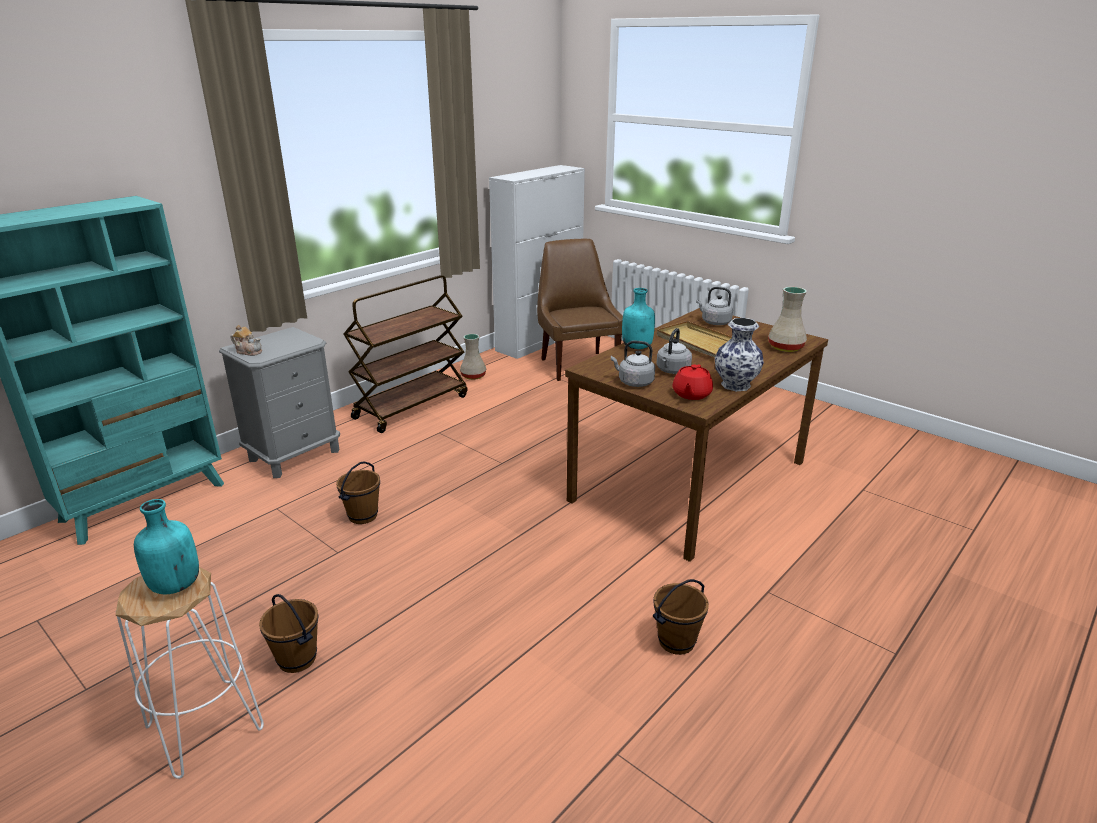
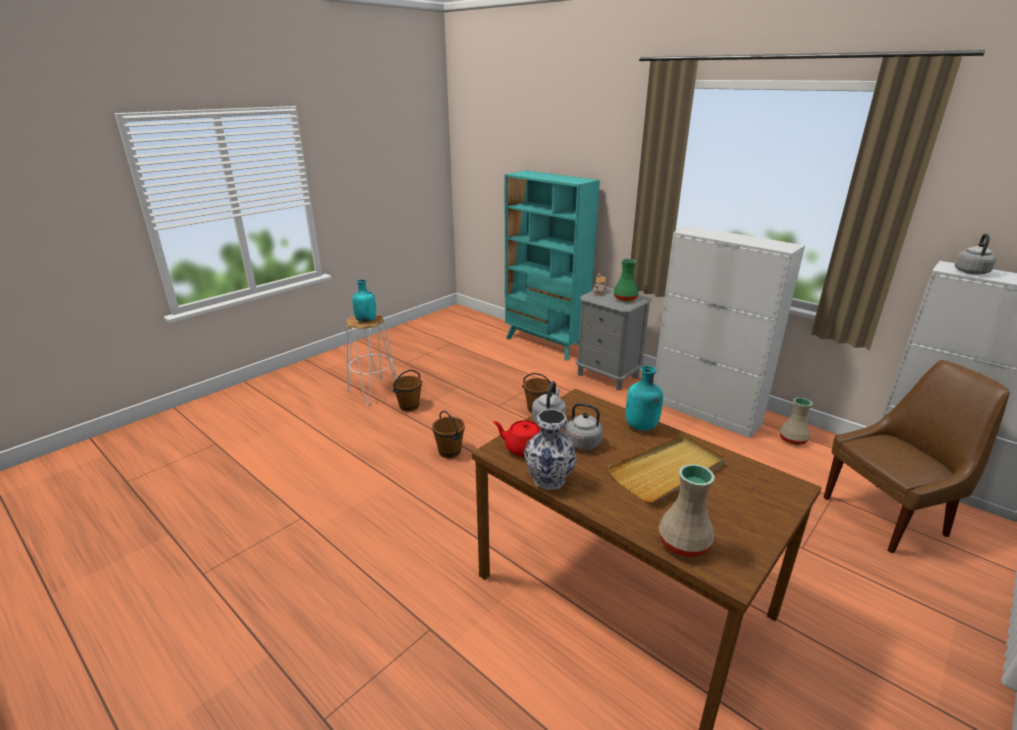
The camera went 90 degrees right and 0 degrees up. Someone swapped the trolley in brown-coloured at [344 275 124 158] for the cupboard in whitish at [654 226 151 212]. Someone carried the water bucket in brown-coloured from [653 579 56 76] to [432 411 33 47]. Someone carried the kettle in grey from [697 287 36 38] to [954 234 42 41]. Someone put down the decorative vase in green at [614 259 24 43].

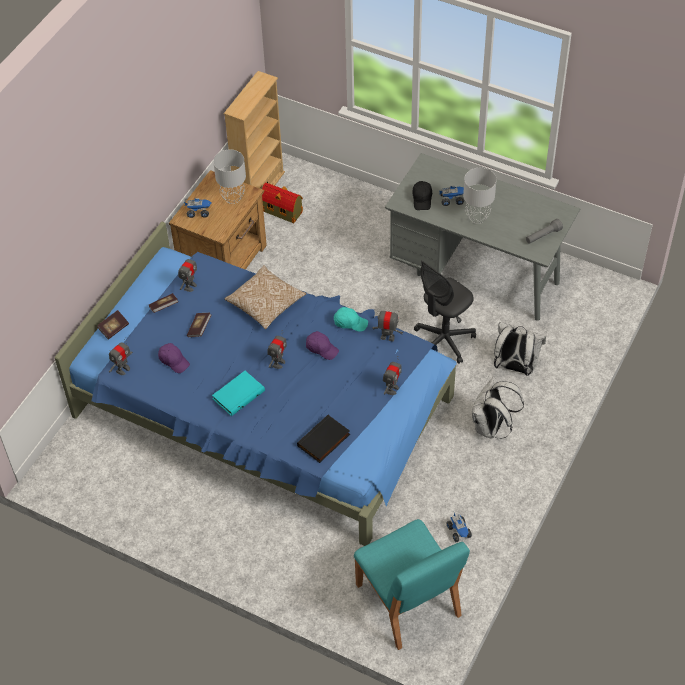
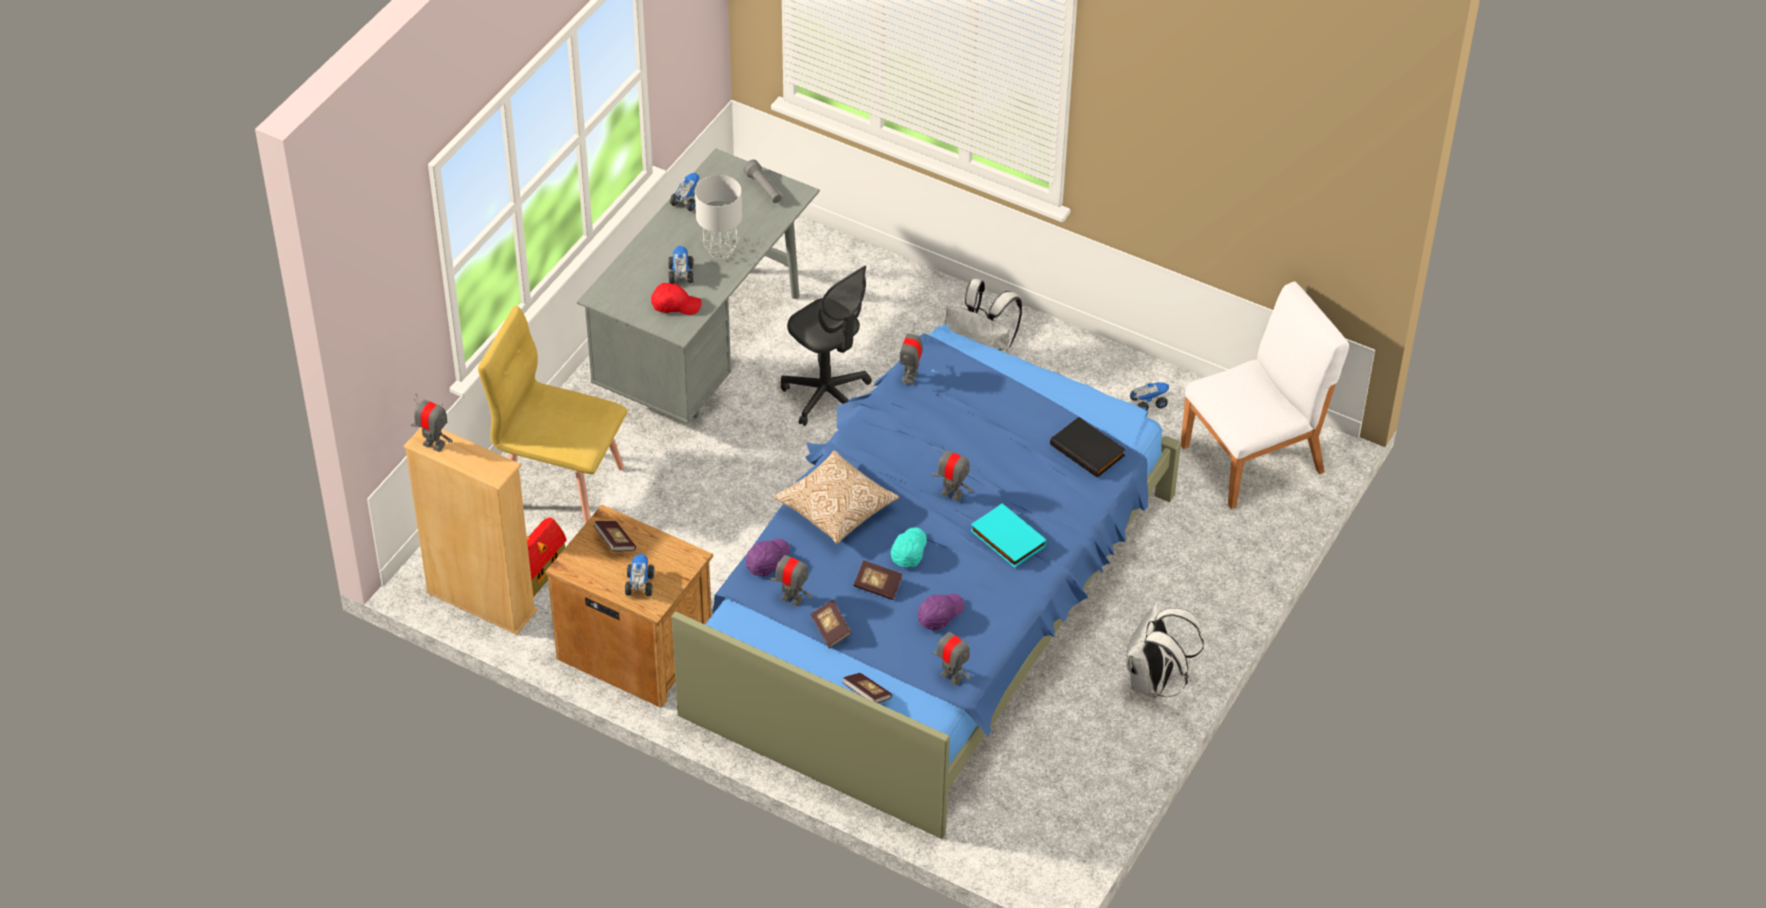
The camera went 90 degrees left and 5 degrees down. Someone swapped the table lamp in grey at [213 149 33 55] for the volume at [593 521 43 31]. Someone carried the peaked cap in purple from [306 331 33 29] to [746 539 44 38]. Someone carried the peaked cap in turquoise from [334 307 34 25] to [891 528 36 40]. Someone repainted the chair in turquoise at [354 519 116 131], which became the chair in whitish at [1181 281 168 228]. Someone carried the toy robot from [383 356 19 39] to [411 393 42 59]. Someone repainted the peaked cap in blackish at [413 181 19 29], which became the peaked cap in red at [651 283 51 32]. Someone carried the knapsack in whitish from [494 322 52 54] to [1126 602 78 96]. Someone put down the chair in yellow-coloured at [478 306 150 218]. Someone put down the model truck at [670 173 29 38].

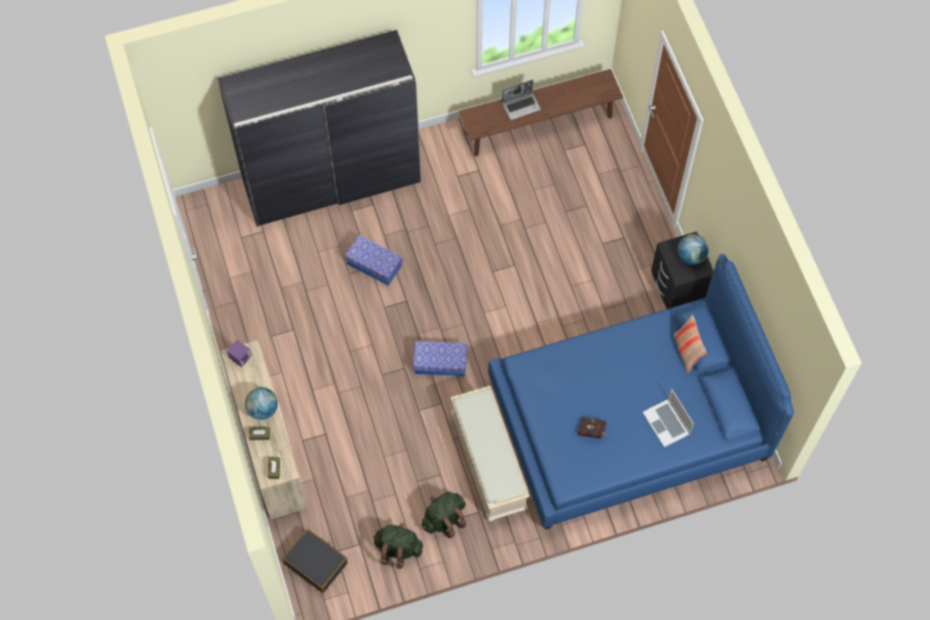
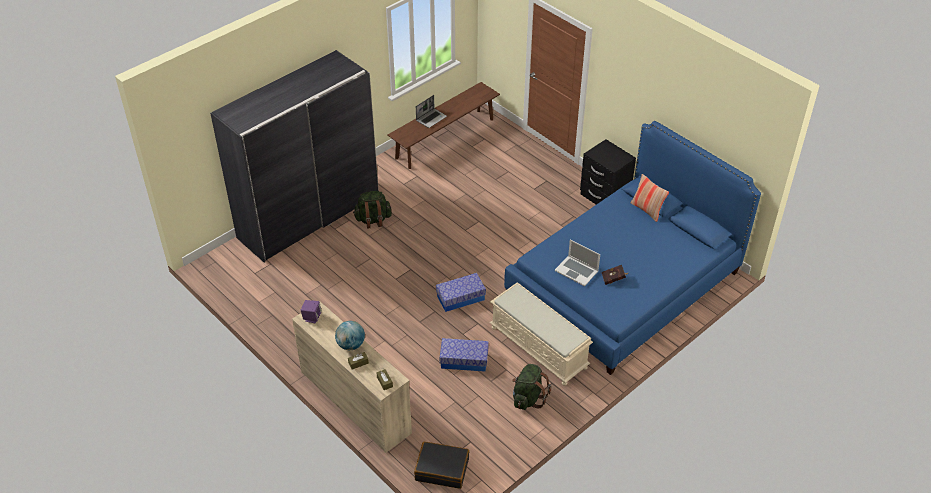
The camera went 25 degrees left and 20 degrees down. Someone carried the storage bin from [345 235 58 51] to [440 338 49 34]. Someone carried the knapsack in green from [373 523 50 46] to [353 191 39 38]. Someone carried the notebook computer from [642 389 52 58] to [555 239 45 47]. Someone took away the world globe at [678 234 31 31].

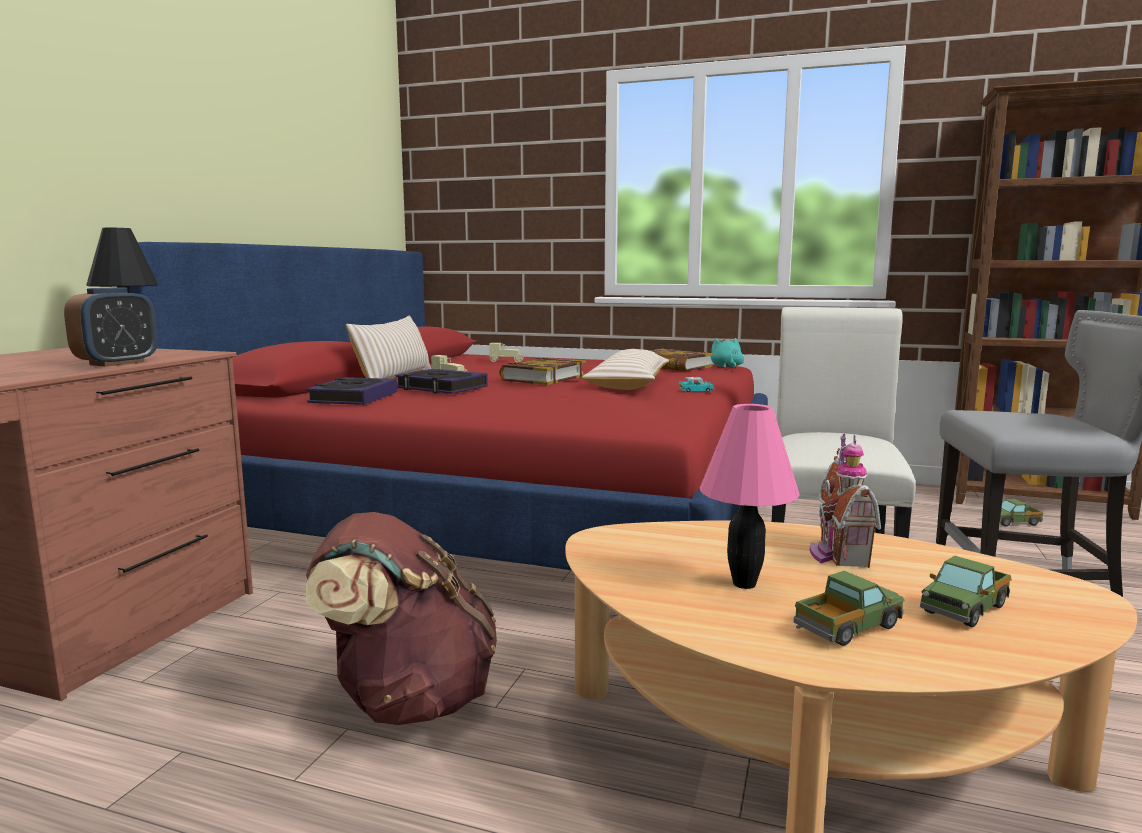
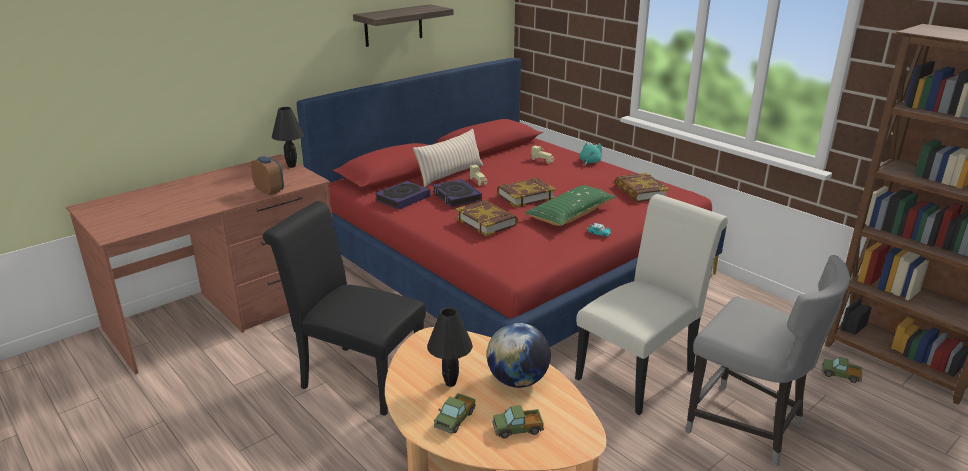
The camera went 30 degrees right and 15 degrees up. Someone rotated the table clock at [64 287 94 80] by 105 degrees counterclockwise. Someone swapped the knapsack in brown-coloured at [306 512 191 213] for the chair in blackish at [263 201 163 215]. Someone repainted the throw pillow in sand-coloured at [582 349 87 41], which became the throw pillow in green at [524 185 92 41]. Someone repainted the table lamp in pink at [700 404 100 185], which became the table lamp in blackish at [427 307 46 80]. Someone carried the cuddly toy in turquoise from [711 338 33 30] to [579 141 23 25]. Someone rotated the model truck at [794 571 111 75] by 120 degrees clockwise. Someone swapped the toy house at [810 434 71 134] for the world globe at [487 323 64 65]. Someone put up the wall shelf at [353 4 101 43]. Someone put down the volume at [455 200 63 36].

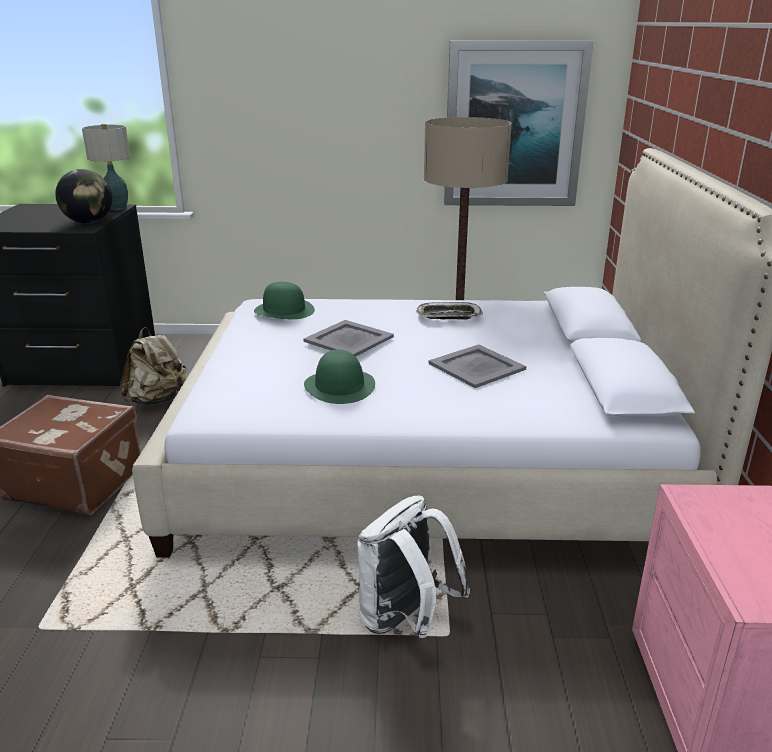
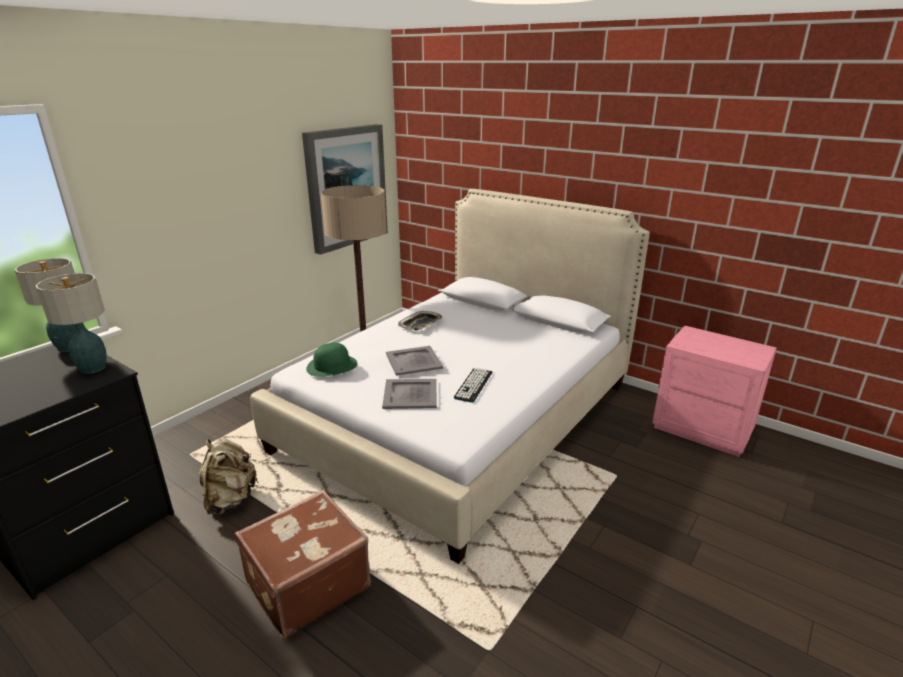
The camera went 55 degrees left and 0 degrees up. Someone swapped the world globe at [55 169 57 54] for the table lamp at [36 273 71 101]. Someone swapped the wearable hat in green at [304 350 71 54] for the computer keyboard at [454 368 38 35]. Someone took away the knapsack in whitish at [358 496 112 142]. Someone carried the carrying tray in grey from [428 344 98 44] to [382 379 55 30].

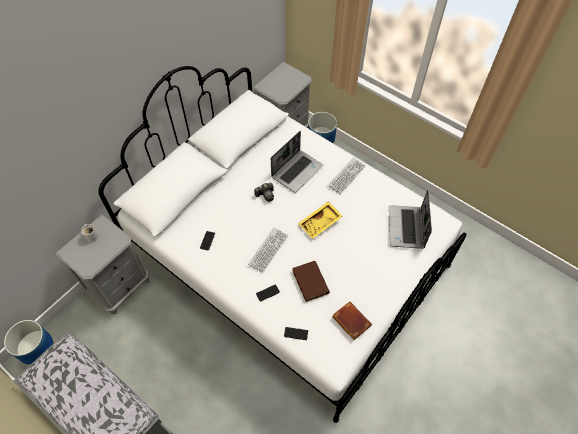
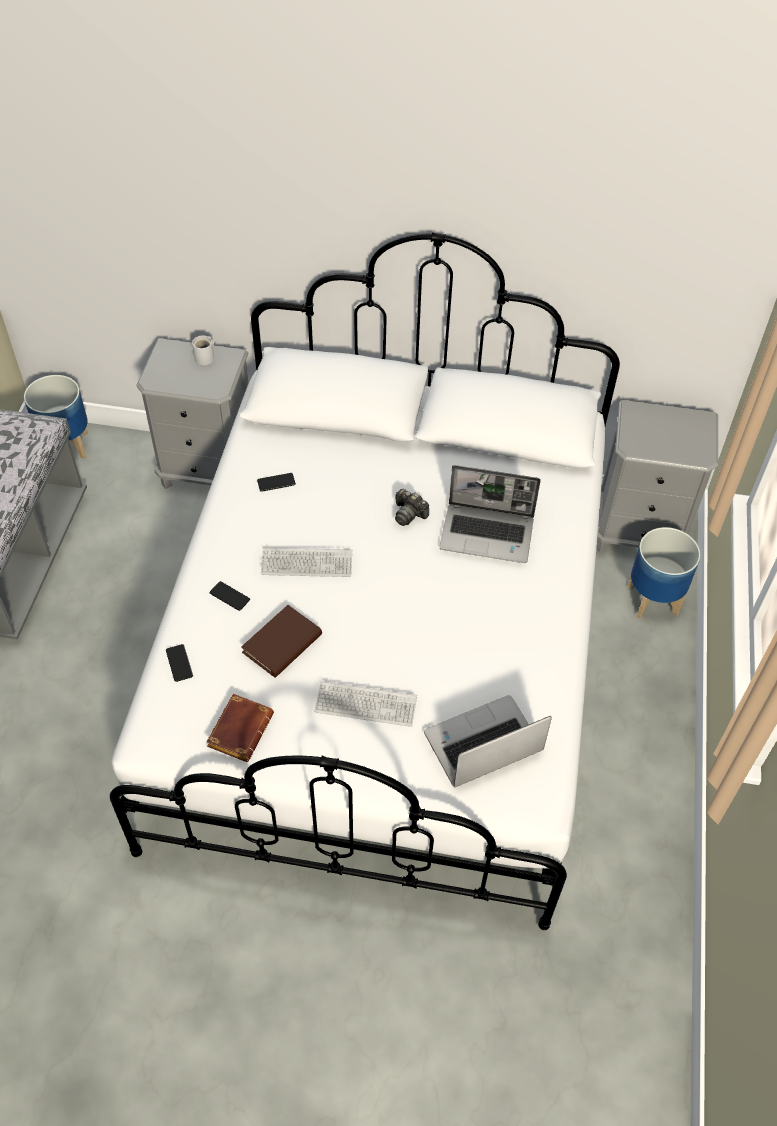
The camera went 60 degrees right and 5 degrees down. Someone took away the carrying tray in yellow-coloured at [298 202 45 37]. Someone carried the computer keyboard from [327 157 39 38] to [315 681 102 46].

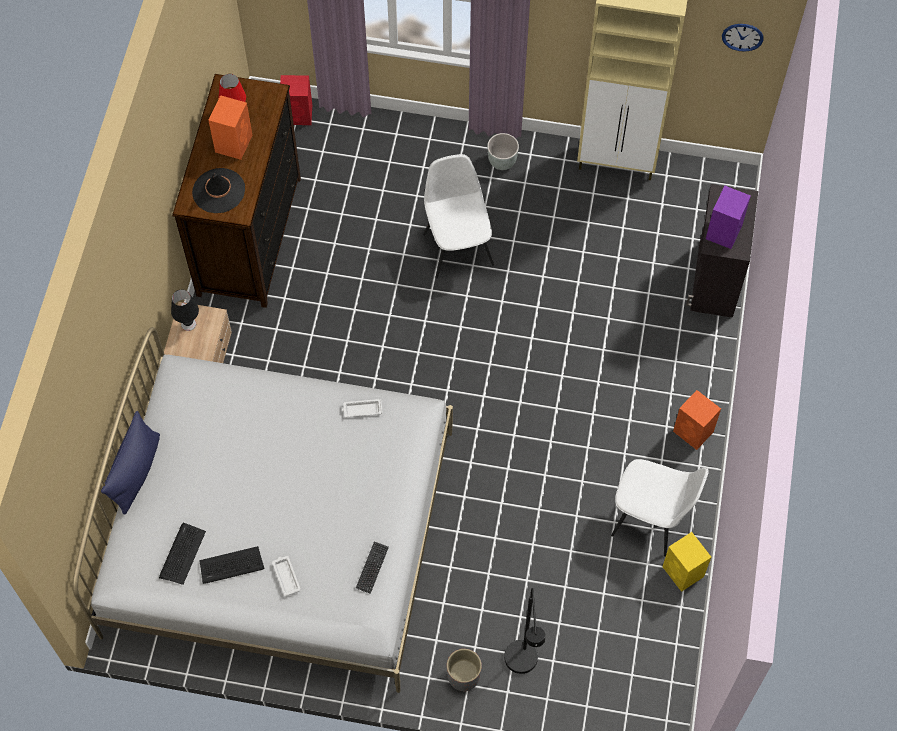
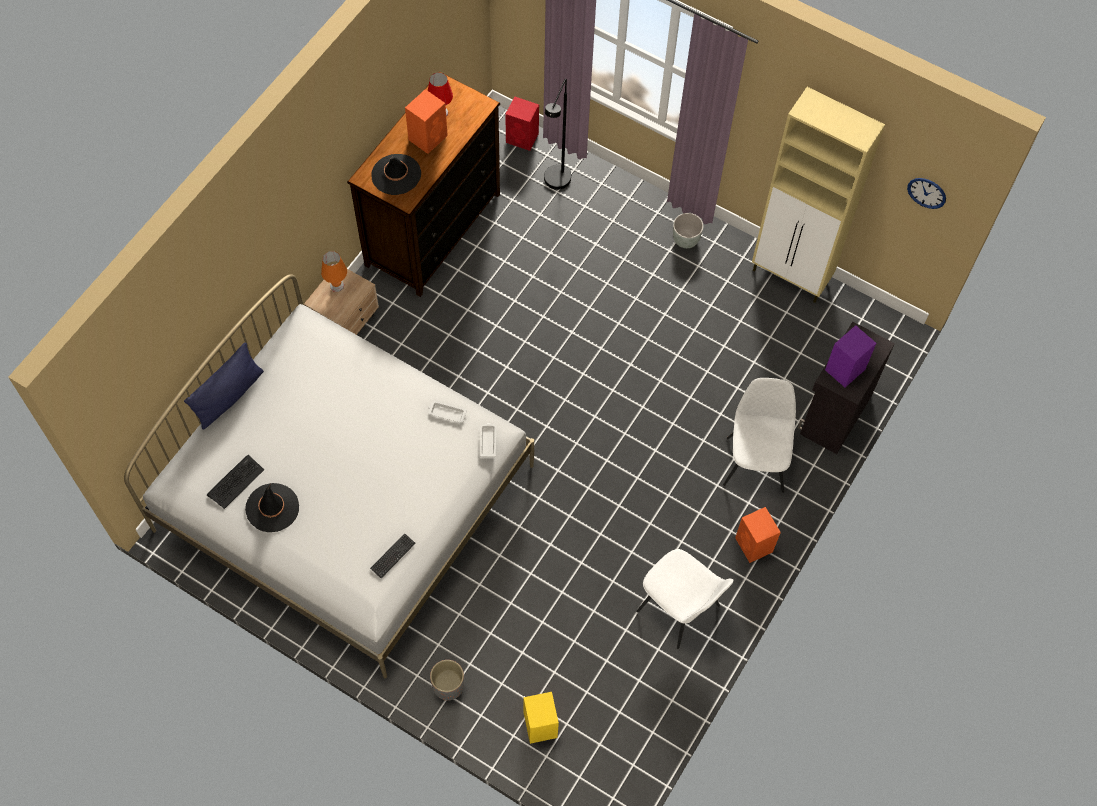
The camera went 20 degrees right and 0 degrees up. Someone repainted the table lamp in blackish at [171 289 28 42], which became the table lamp in orange-coloured at [321 251 26 41]. Someone swapped the computer keyboard at [199 546 66 38] for the wearable hat in blackish at [245 483 54 49]. Someone carried the carrying tray in whitish from [272 556 29 40] to [480 423 16 34]. Someone carried the chair in whitish from [423 154 71 125] to [723 378 73 115]. Someone carried the floor lamp in blackish from [504 588 41 86] to [544 79 27 111]. Someone carried the loudspeaker in yellow-coloured from [663 532 48 60] to [524 692 35 52].

